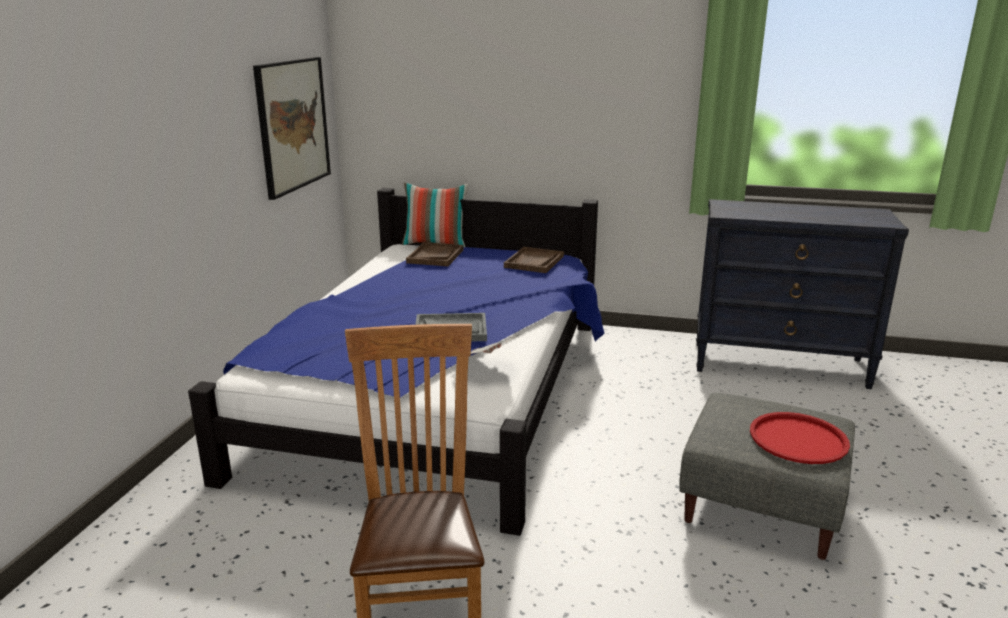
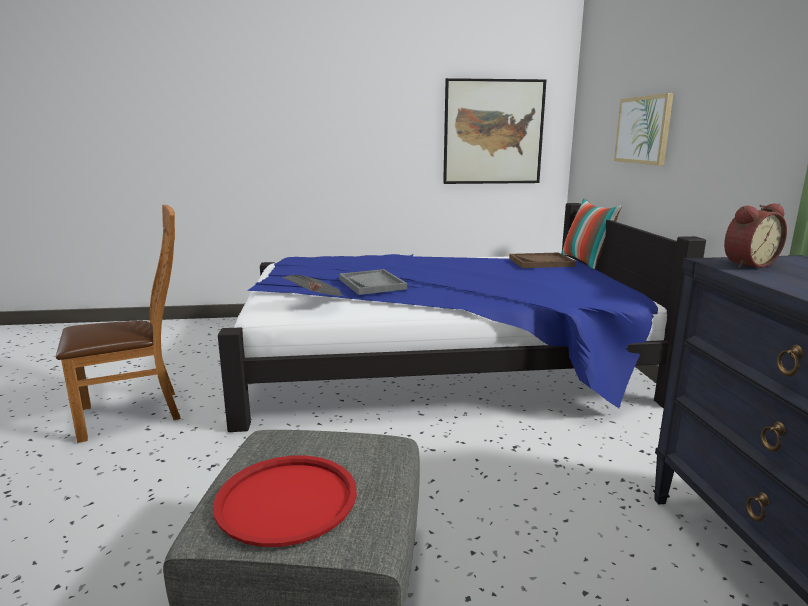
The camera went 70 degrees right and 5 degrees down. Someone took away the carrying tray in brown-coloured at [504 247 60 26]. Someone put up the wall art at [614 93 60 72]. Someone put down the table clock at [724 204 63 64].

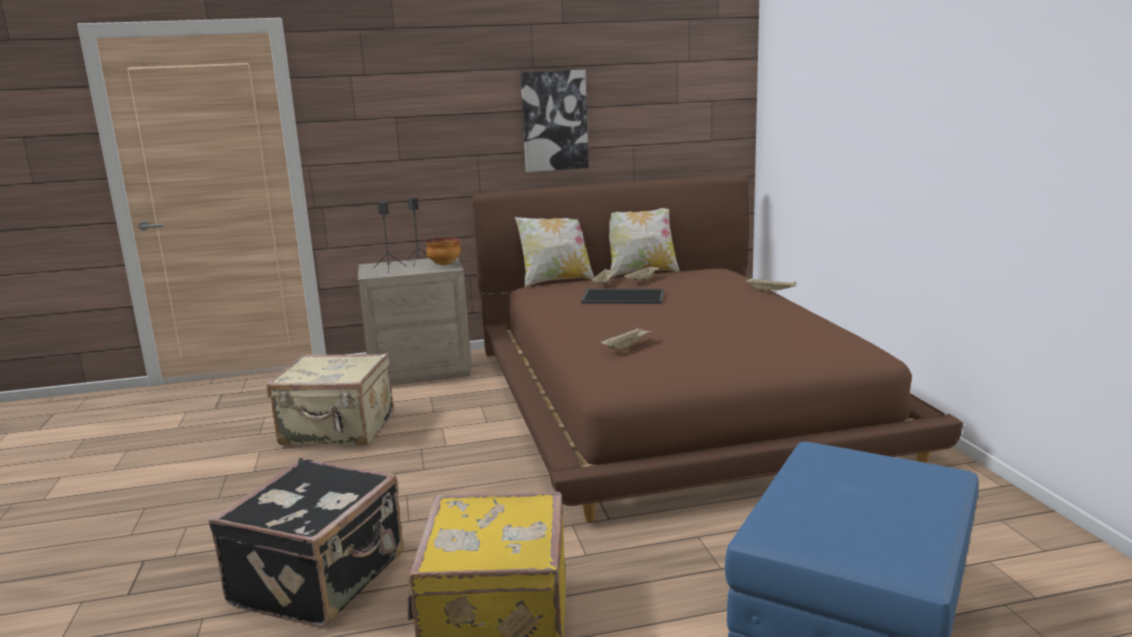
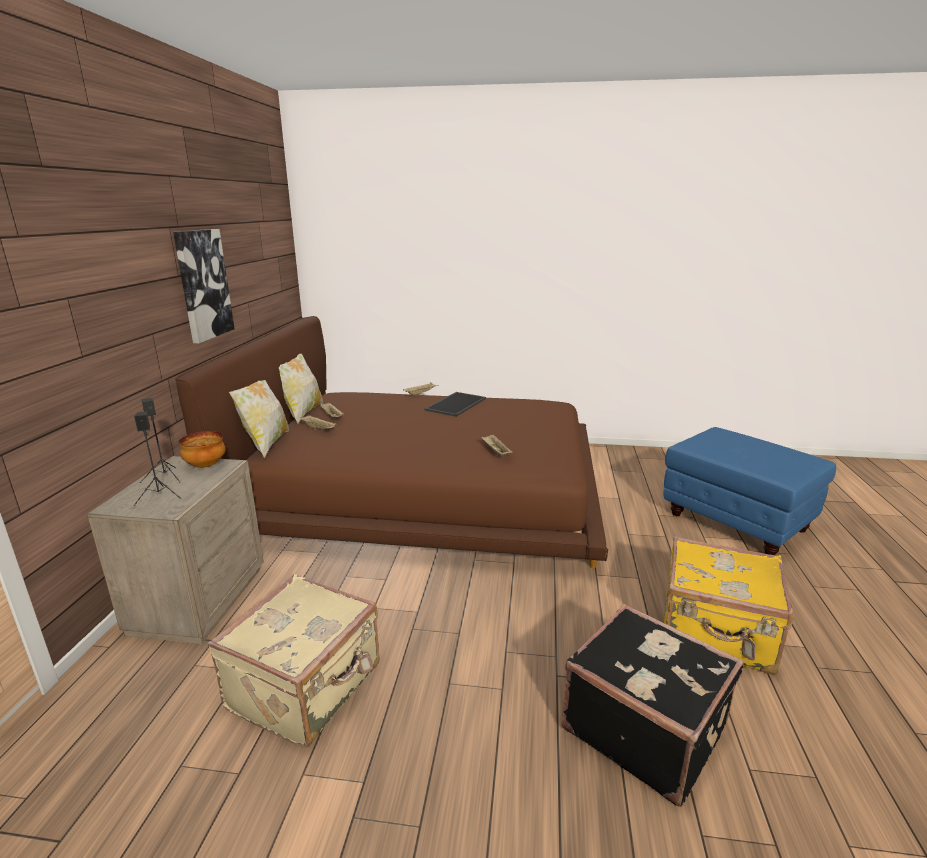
The camera went 70 degrees left and 5 degrees up. Someone carried the carrying tray from [581 289 83 15] to [425 392 61 25].

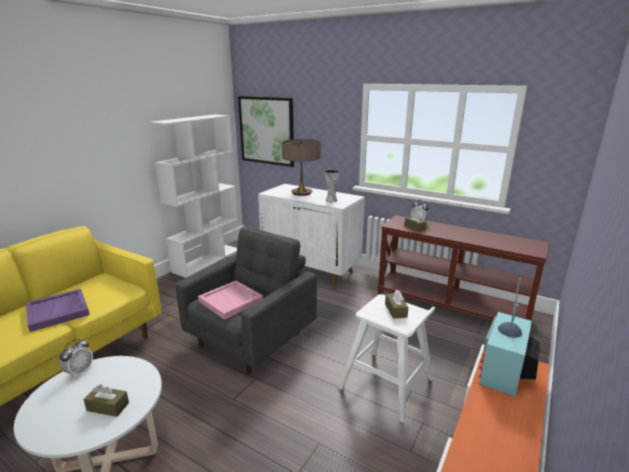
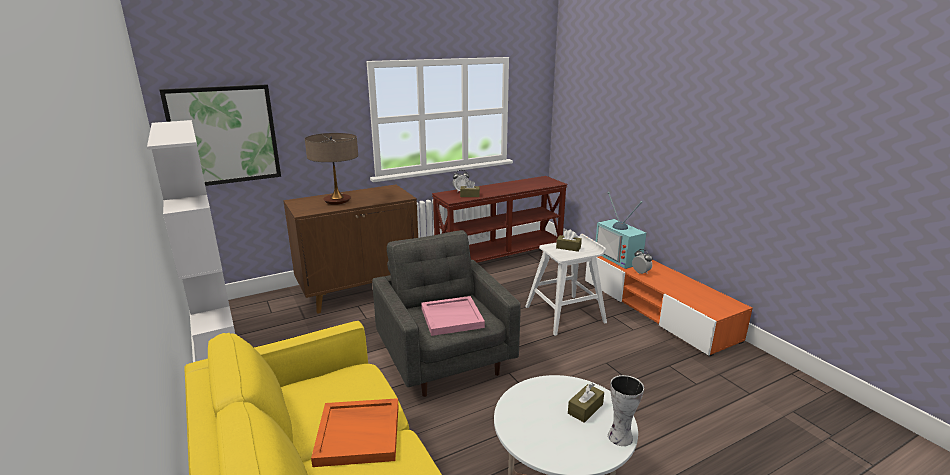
The camera went 60 degrees left and 0 degrees up. Someone repainted the carrying tray in purple at [26 289 64 43], which became the carrying tray in orange-coloured at [311 398 88 69]. Someone carried the table clock from [60 339 33 39] to [632 249 21 25]. Someone repainted the cupboard in whitish at [258 184 107 105], which became the cupboard in brown-coloured at [283 184 135 130]. Someone carried the decorative vase from [325 170 15 32] to [608 375 36 71].

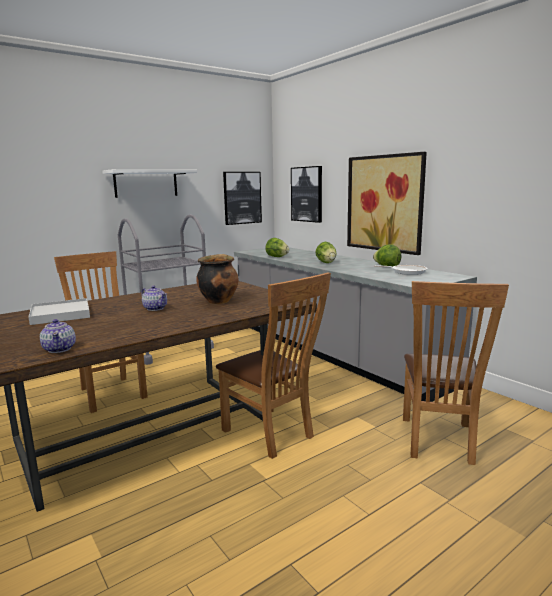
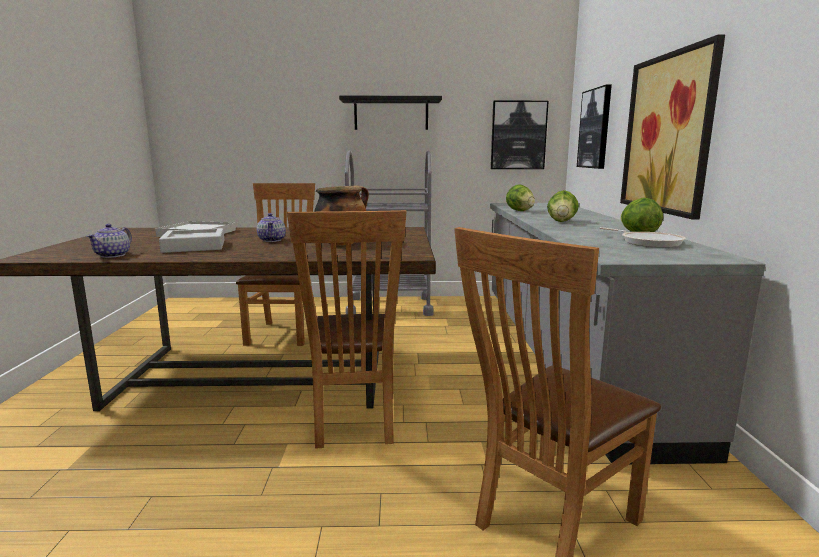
The camera went 35 degrees right and 0 degrees up. Someone repainted the wall shelf in whitish at [102 169 95 29], which became the wall shelf in blackish at [339 96 103 34]. Someone put down the carrying tray in grey at [159 228 65 25].

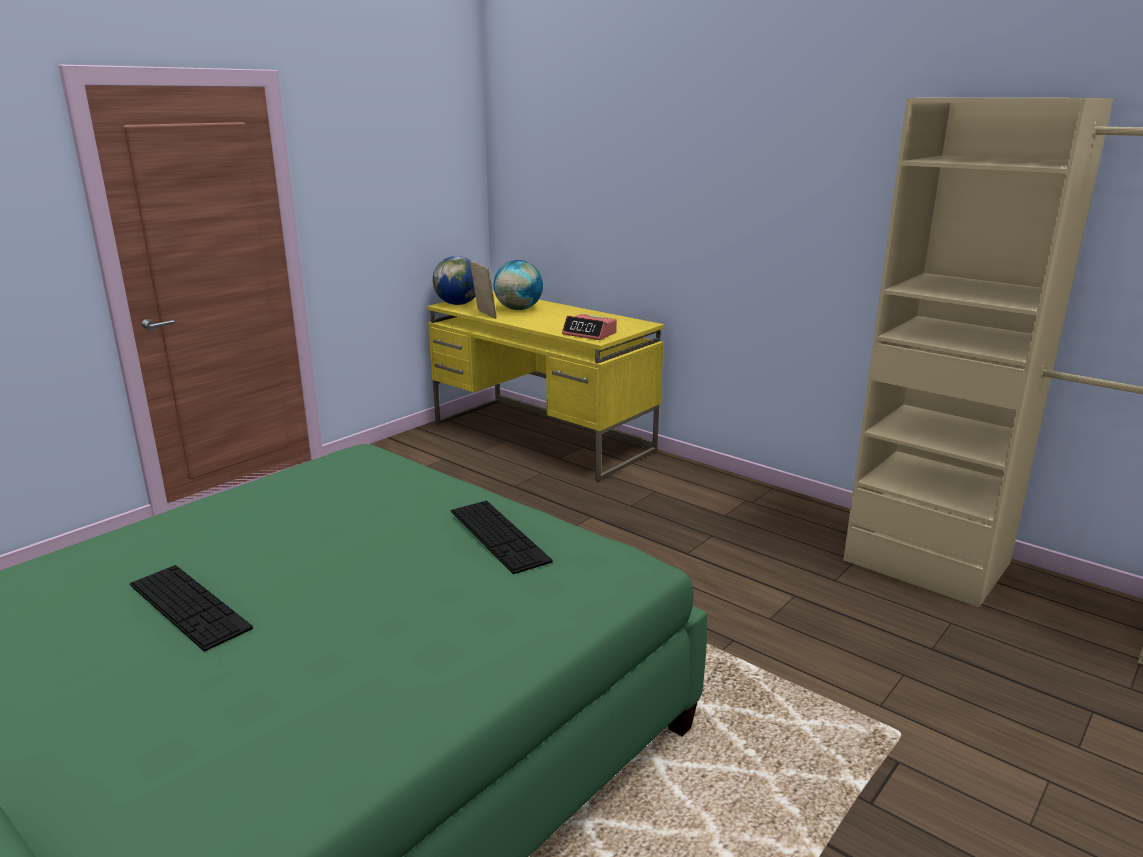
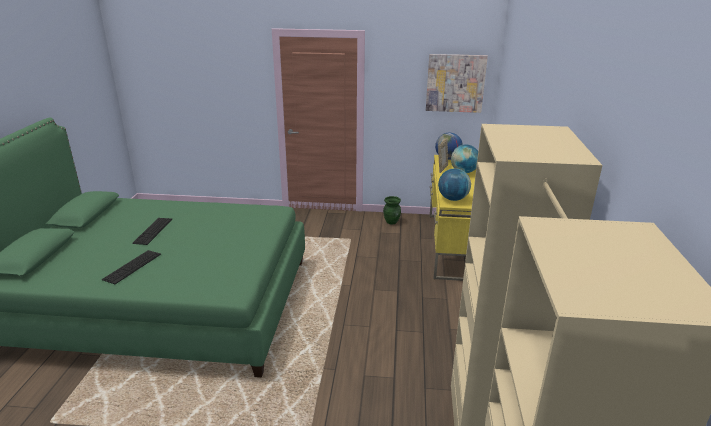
The camera went 55 degrees right and 5 degrees up. Someone carried the computer keyboard from [451 501 102 73] to [102 250 59 34]. Someone swapped the table clock at [562 314 55 26] for the world globe at [438 168 33 33]. Someone put down the decorative vase in green at [383 196 18 29]. Someone put up the wall art at [426 54 62 59].

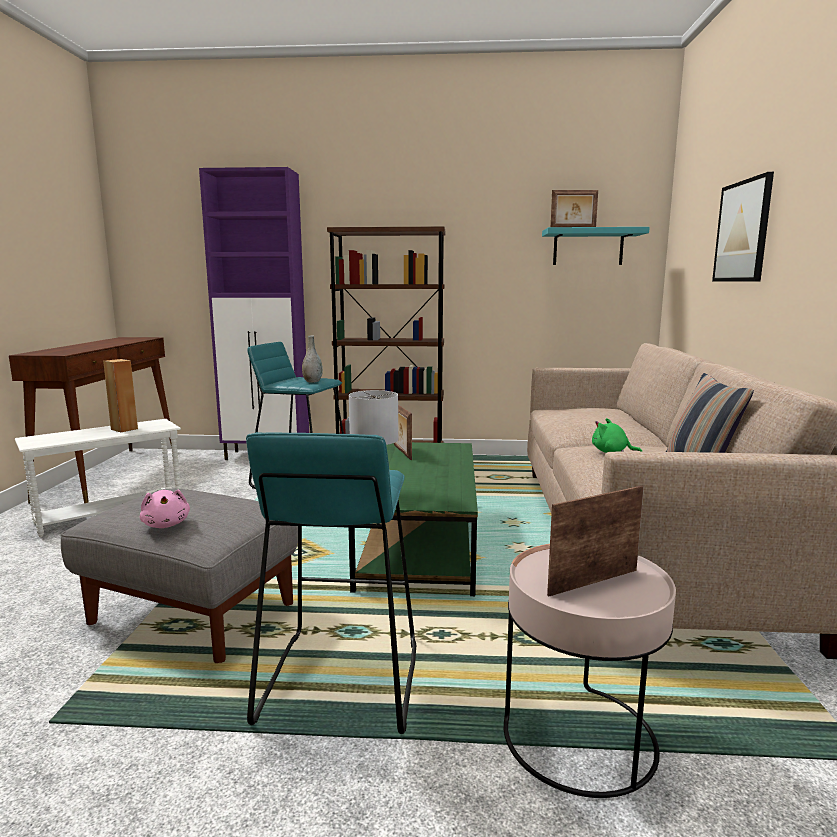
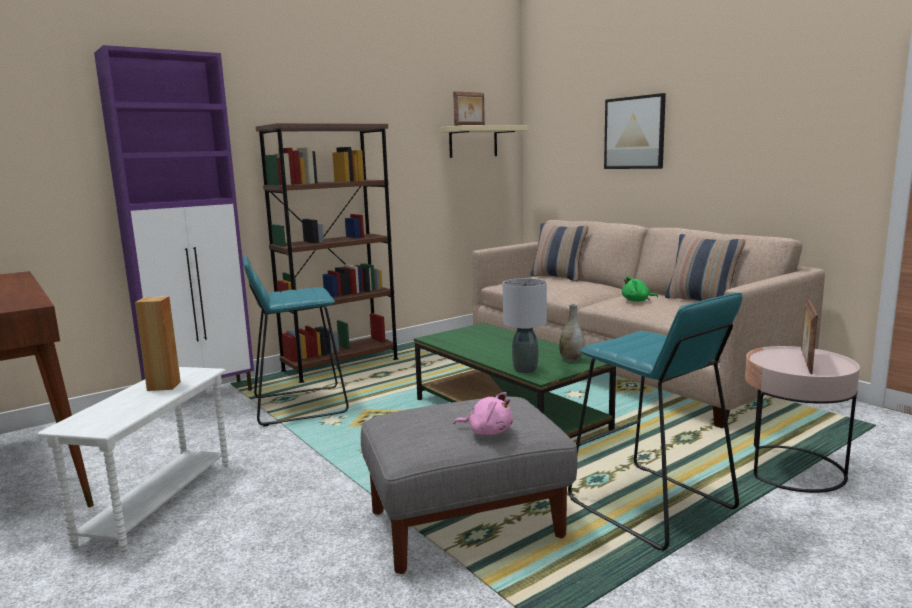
The camera went 40 degrees left and 0 degrees up. Someone carried the decorative vase in grey from [302 336 21 47] to [559 304 26 58]. Someone took away the standing frame at [394 405 18 55]. Someone repainted the wall shelf in turquoise at [542 227 108 38], which became the wall shelf in sand-coloured at [440 125 88 33]. Someone put down the throw pillow at [530 223 59 59].

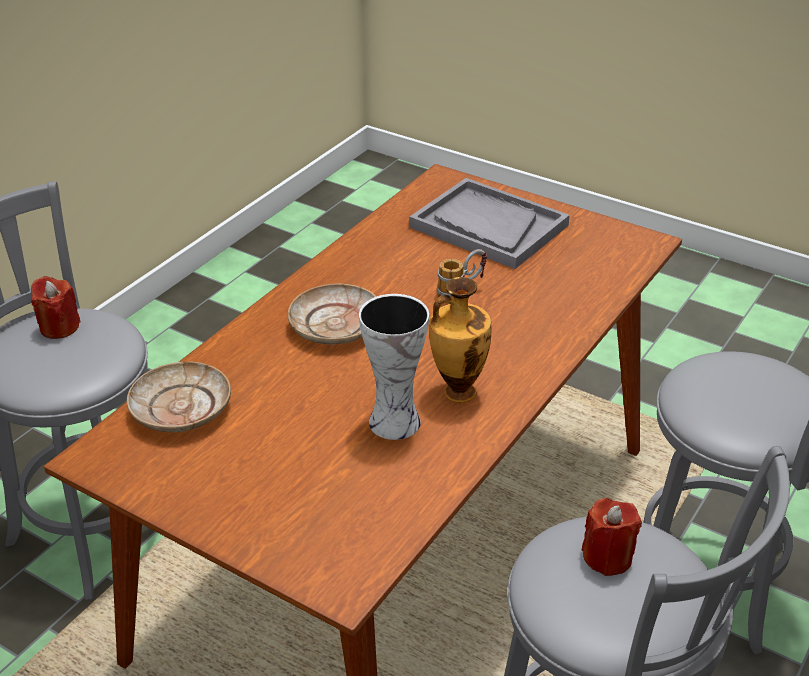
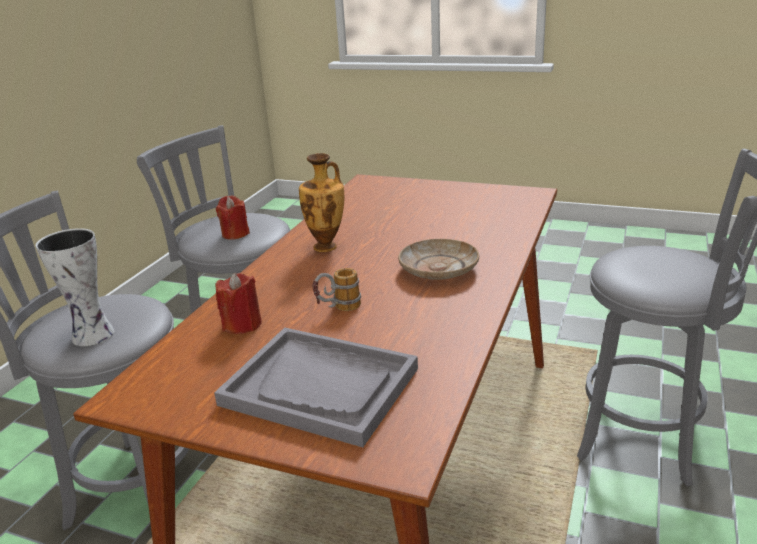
The camera went 170 degrees right and 10 degrees down. Someone carried the wax candle in red from [31 276 50 63] to [215 272 47 62]. Someone took away the dinner plate in sand-coloured at [127 361 104 71]. Someone carried the decorative vase from [359 294 70 146] to [36 228 79 118].

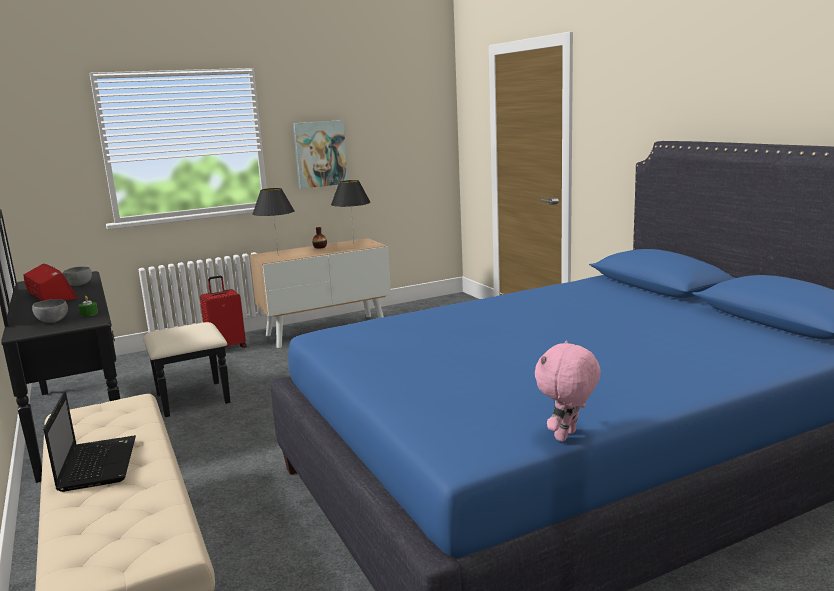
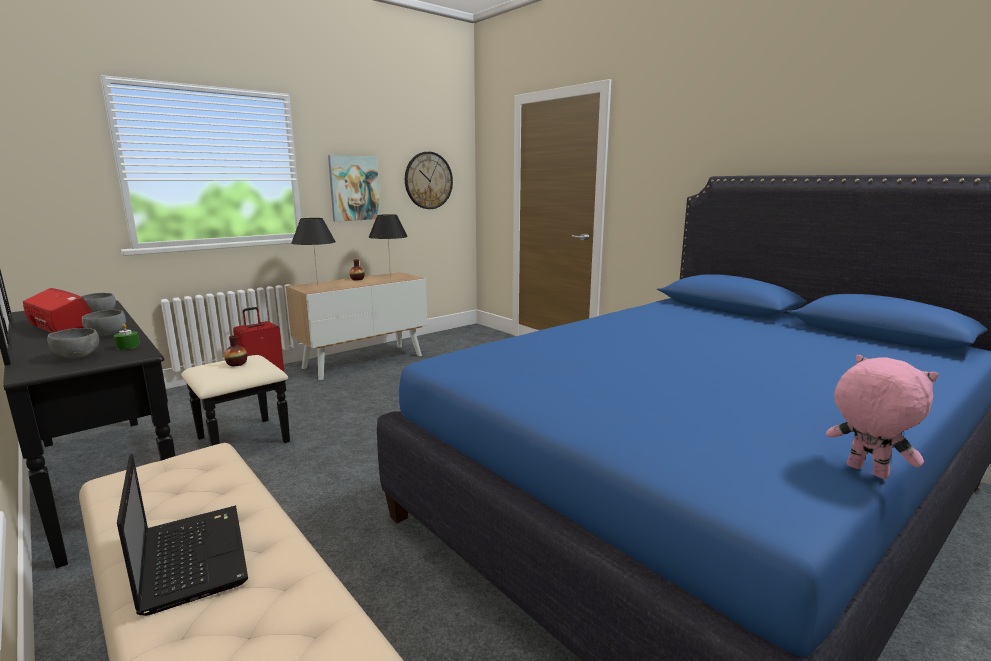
The camera went 15 degrees left and 0 degrees up. Someone rotated the cuddly toy in pink at [535 341 66 101] by 120 degrees clockwise. Someone put down the bowl in grey at [82 310 44 26]. Someone put down the decorative vase at [224 335 23 31]. Someone put up the clock on the wall at [405 152 48 57].

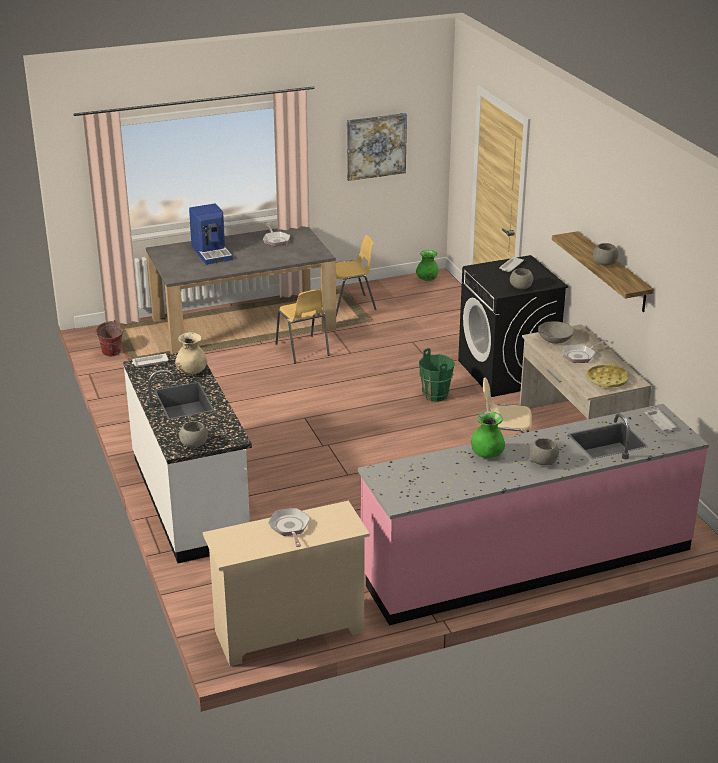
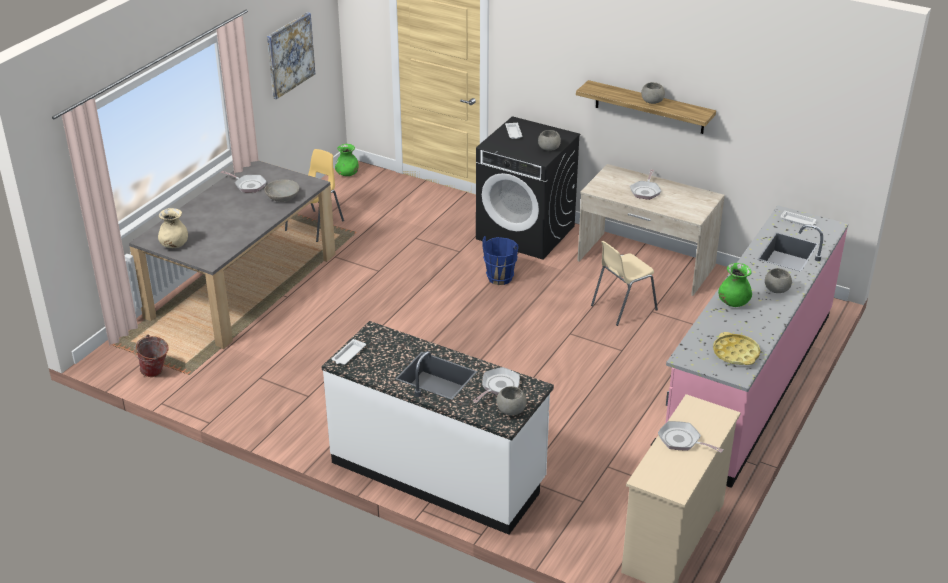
The camera went 40 degrees left and 5 degrees up. Someone carried the decorative vase in sand-coloured from [175 332 32 43] to [158 208 30 40]. Someone took away the coffee machine at [189 204 44 61]. Someone took away the chair in yellow-coloured at [276 289 54 75]. Someone repainted the water bucket in green at [419 348 36 54], which became the water bucket in bluish at [483 236 35 49]. Someone carried the bowl in grey from [538 321 36 23] to [264 180 35 22]. Someone carried the carrying tray in yellow-coloured from [587 363 42 25] to [713 332 48 33]. Someone put down the skillet at [473 367 47 36].

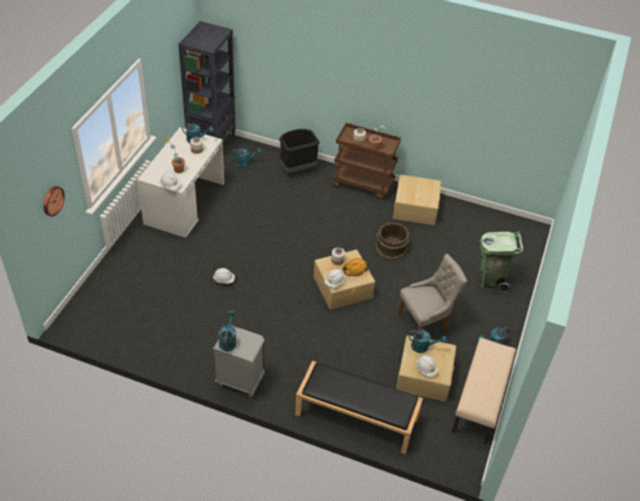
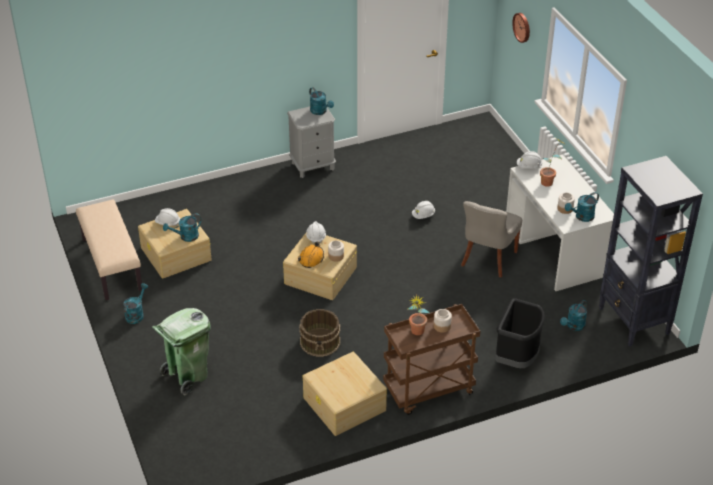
The camera went 140 degrees right and 5 degrees down. Someone took away the indoor bench in blackish at [295 361 128 93]. Someone carried the chair in grey from [398 254 69 79] to [461 201 61 76].

